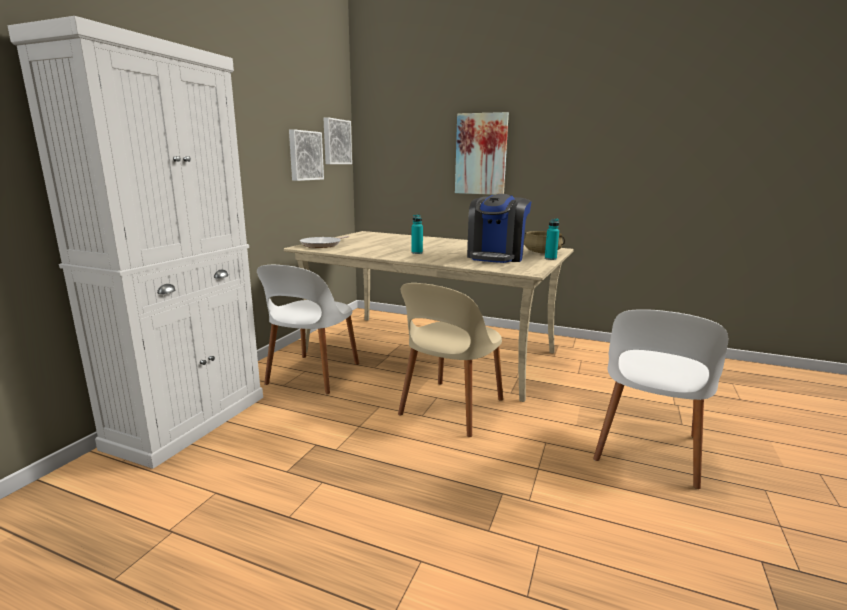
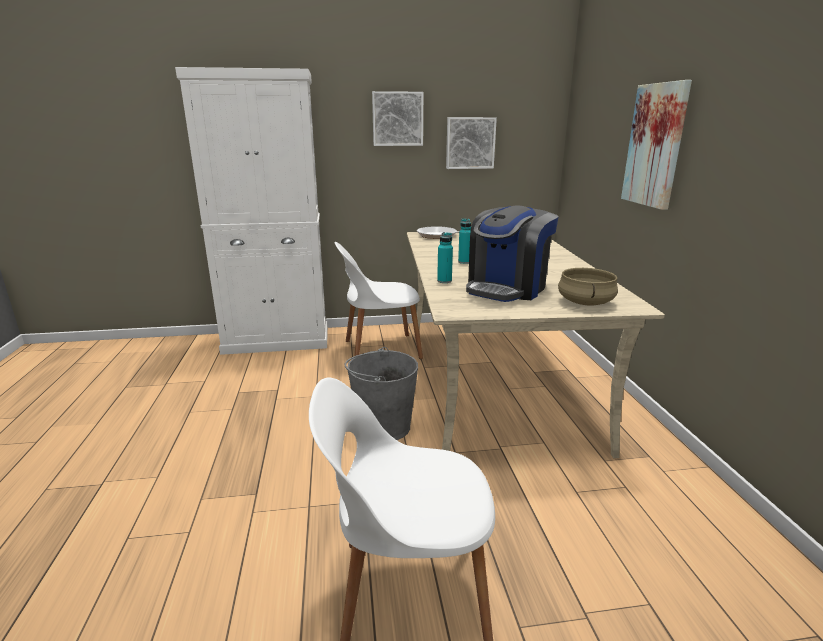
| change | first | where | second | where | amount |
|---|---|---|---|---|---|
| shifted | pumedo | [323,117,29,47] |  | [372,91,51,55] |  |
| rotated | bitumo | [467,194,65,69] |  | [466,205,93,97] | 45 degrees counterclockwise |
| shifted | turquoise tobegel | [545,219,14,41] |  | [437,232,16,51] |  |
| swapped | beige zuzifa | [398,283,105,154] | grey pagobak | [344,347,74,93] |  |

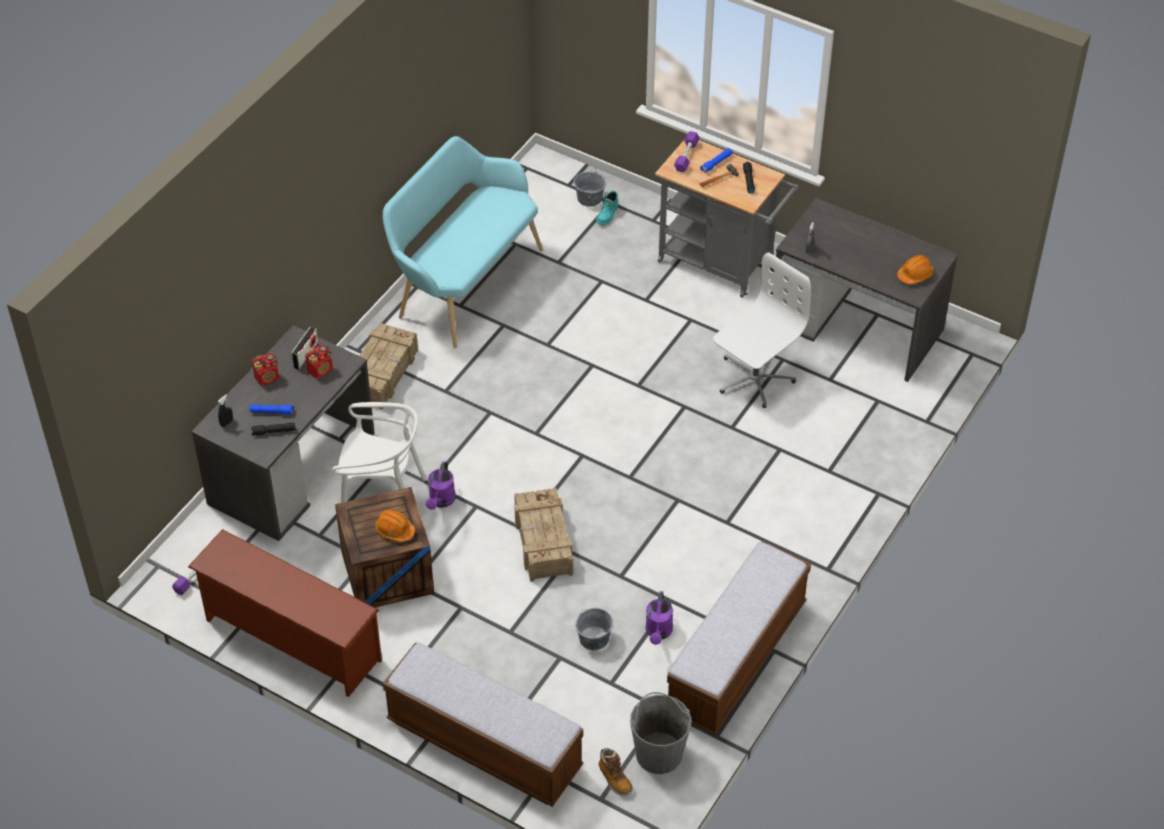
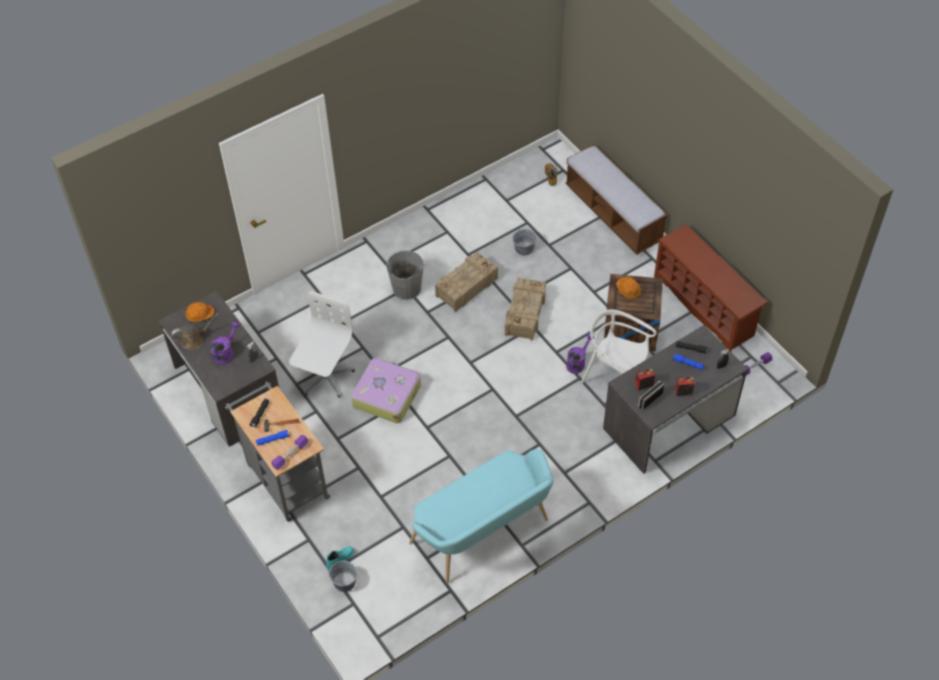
| change | first | where | second | where | amount |
|---|---|---|---|---|---|
| rotated | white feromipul | [713,253,98,155] |  | [289,291,66,107] | 135 degrees clockwise |
| shifted | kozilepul | [359,323,59,86] |  | [435,252,63,60] |  |
| gone | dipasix | [667,541,144,194] |  |  |  |
| shifted | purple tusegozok | [645,591,28,54] |  | [210,322,30,43] |  |
| shifted | grey pagobak | [630,692,61,82] |  | [386,251,38,49] |  |
| new |  |  | brown tusegozok | [171,313,48,37] |  |
| new |  |  | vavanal | [351,357,70,66] |  |

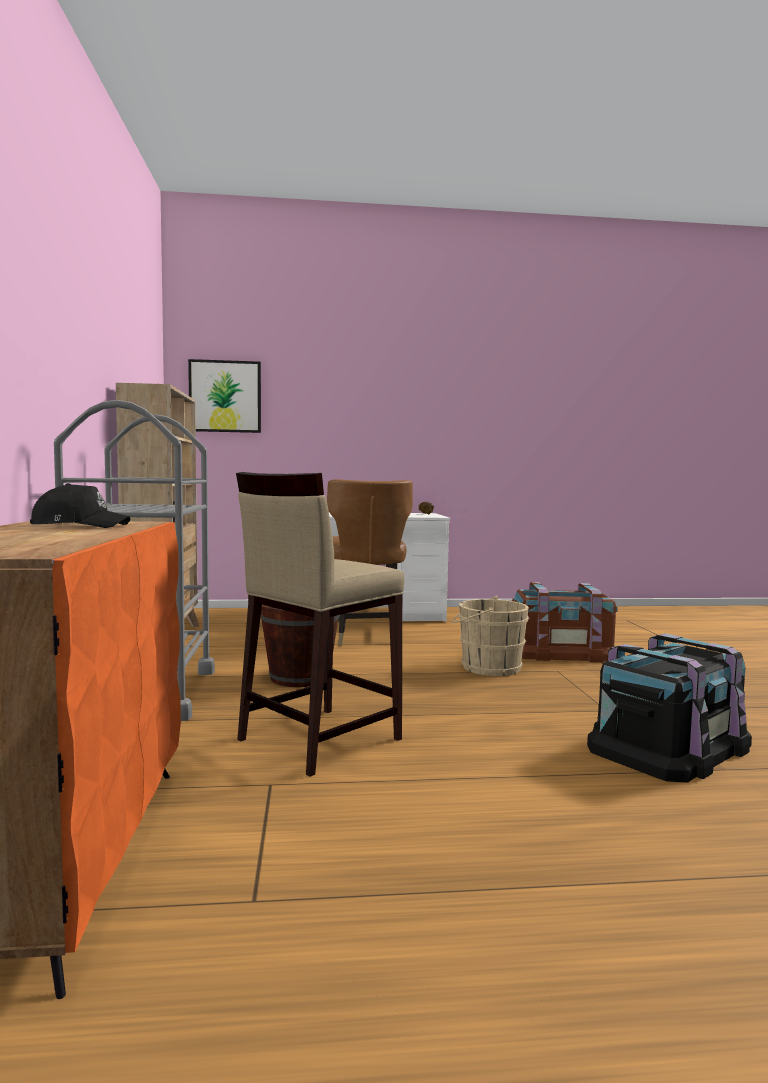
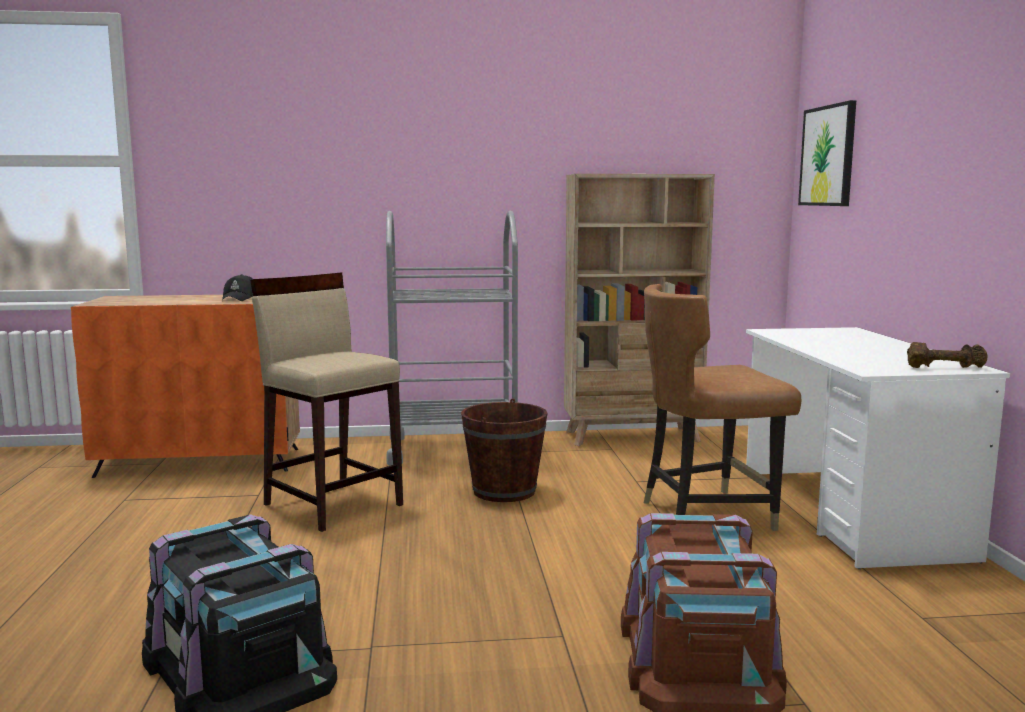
| change | first | where | second | where | amount |
|---|---|---|---|---|---|
| gone | beige pagobak | [452,596,77,80] |  |  |  |

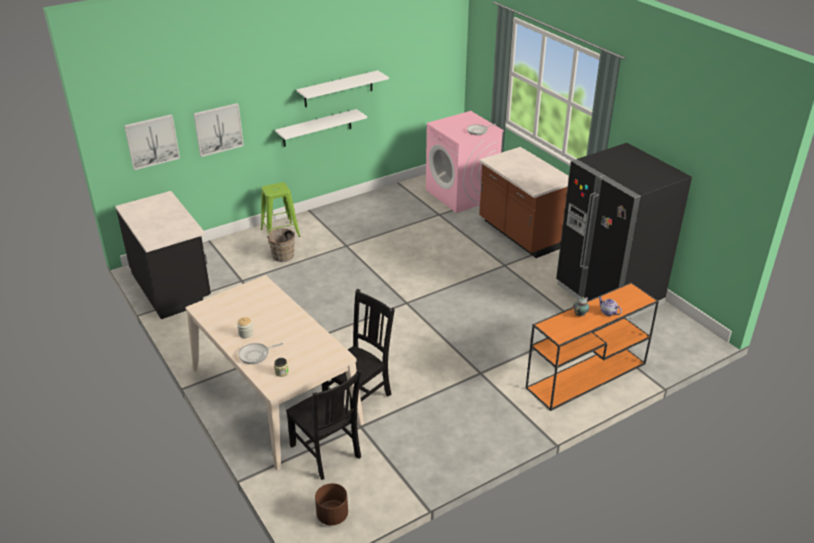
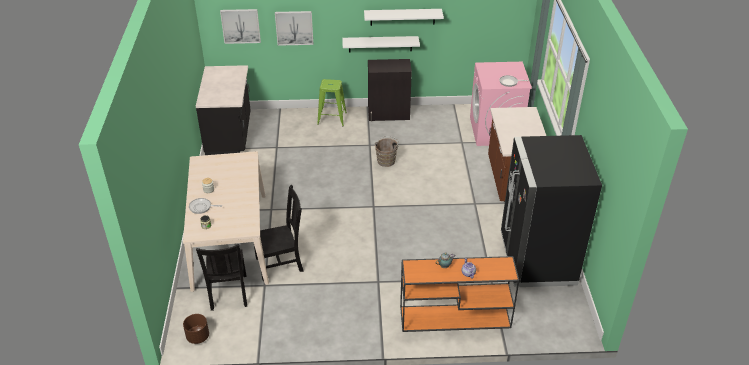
| change | first | where | second | where | amount |
|---|---|---|---|---|---|
| shifted | brown pagobak | [267,226,29,36] |  | [375,136,24,31] |  |
| new |  |  | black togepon | [368,59,44,62] |  |

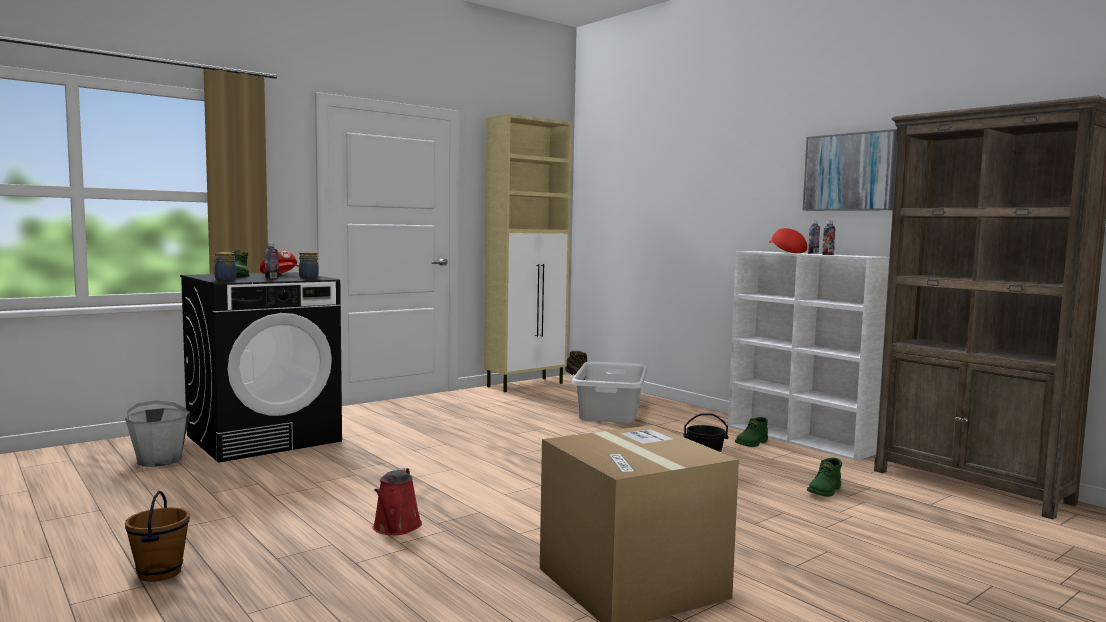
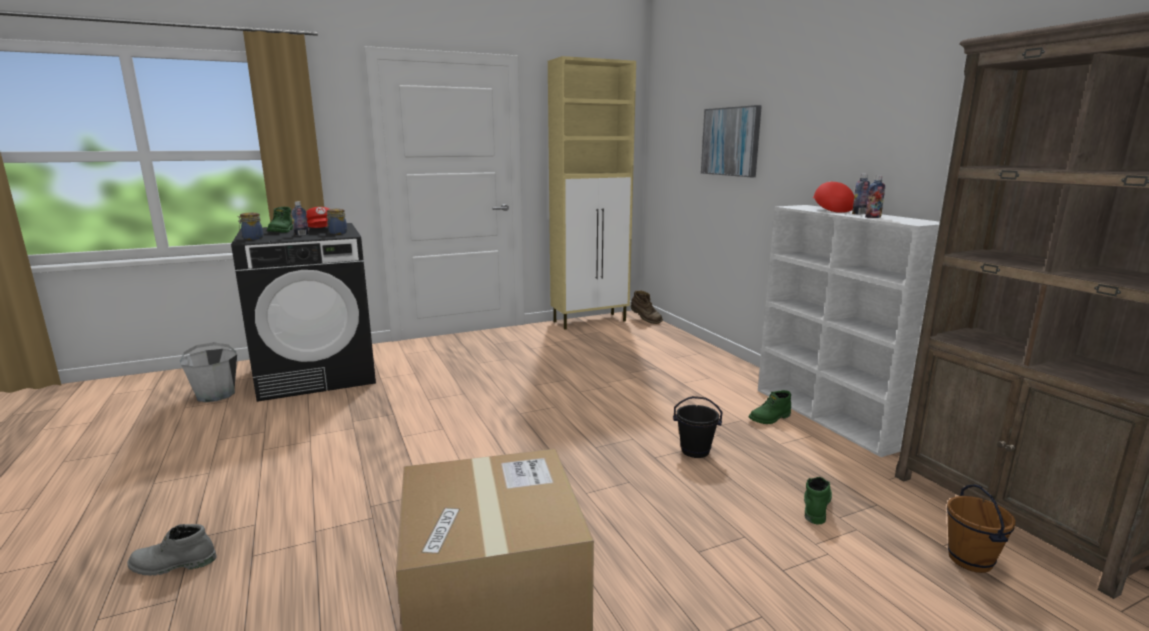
| change | first | where | second | where | amount |
|---|---|---|---|---|---|
| shifted | pumedo | [803,129,94,82] |  | [701,105,61,72] |  |
| gone | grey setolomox | [571,361,76,62] |  |  |  |
| rotated | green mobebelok | [807,458,35,39] |  | [804,477,28,48] | 150 degrees clockwise |
| gone | red tusegozok | [373,468,49,67] |  |  |  |
| shifted | brown pagobak | [125,491,65,91] |  | [947,484,69,89] |  |
| new |  |  | grey mobebelok | [127,524,90,52] |  |

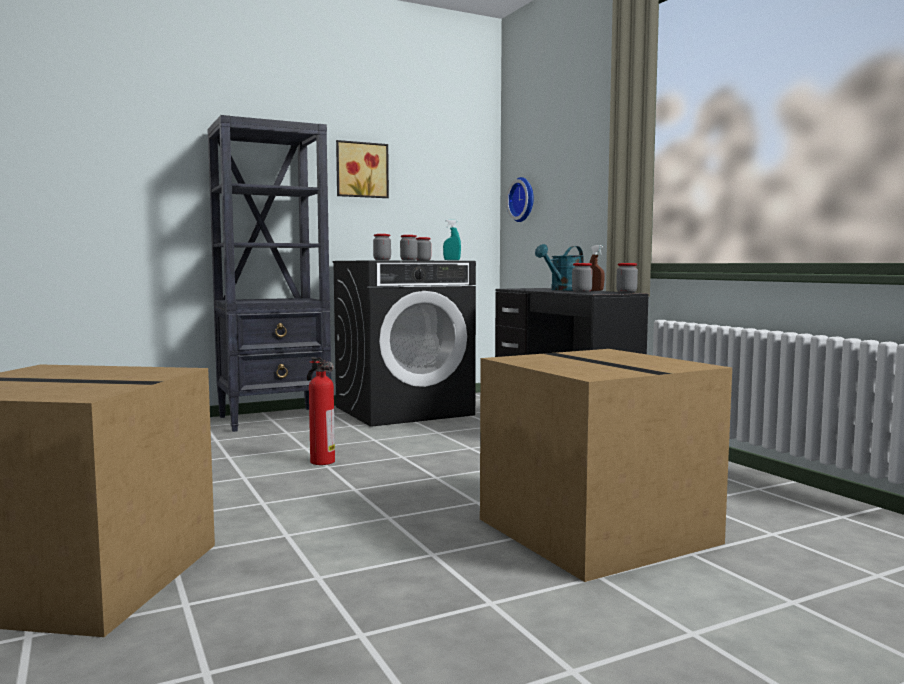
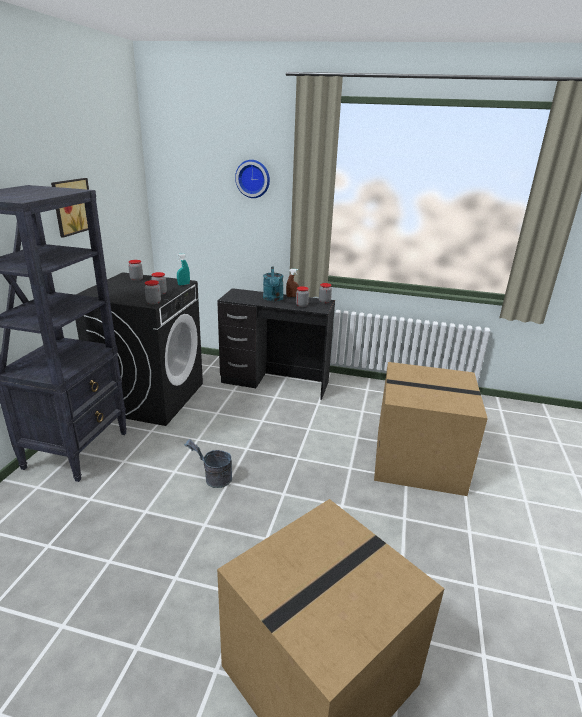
| change | first | where | second | where | amount |
|---|---|---|---|---|---|
| shifted | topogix | [506,177,28,45] |  | [235,160,35,38] |  |
| swapped | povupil | [307,357,28,108] | grey pagobak | [184,439,48,49] |  |

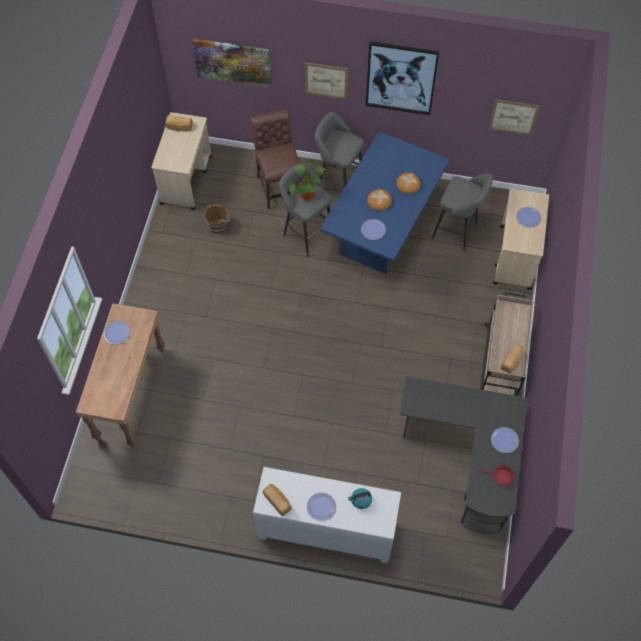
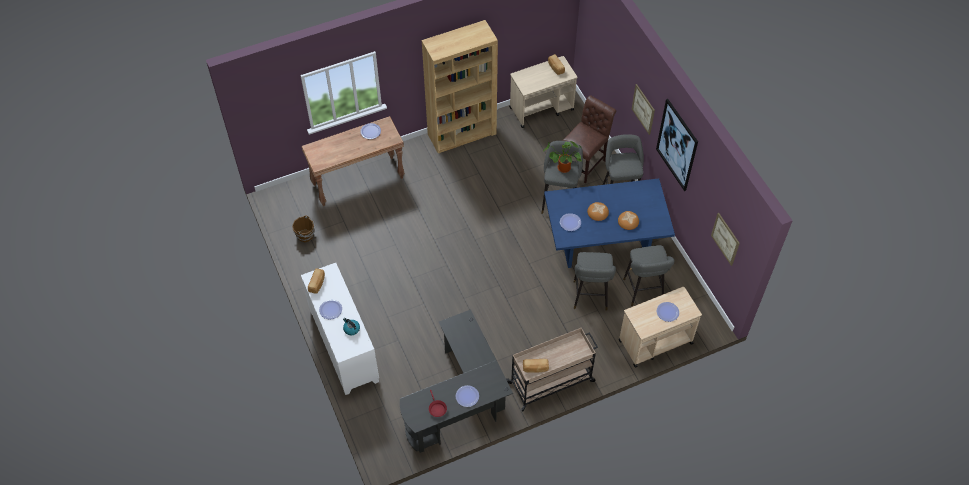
| change | first | where | second | where | amount |
|---|---|---|---|---|---|
| gone | pumedo | [192,38,80,50] |  |  |  |
| shifted | brown pagobak | [204,204,26,30] |  | [292,215,23,27] |  |
| new |  |  | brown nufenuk | [422,20,76,133] |  |
| new |  |  | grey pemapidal | [574,252,42,59] |  |

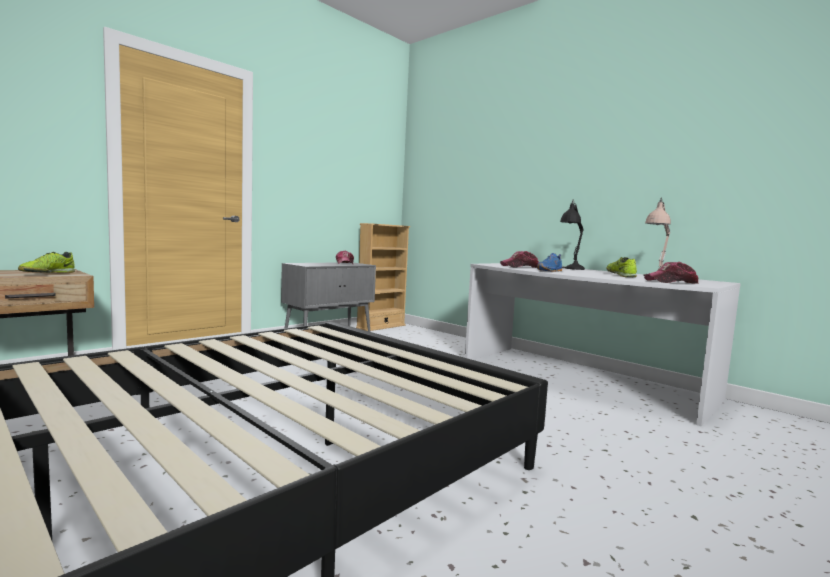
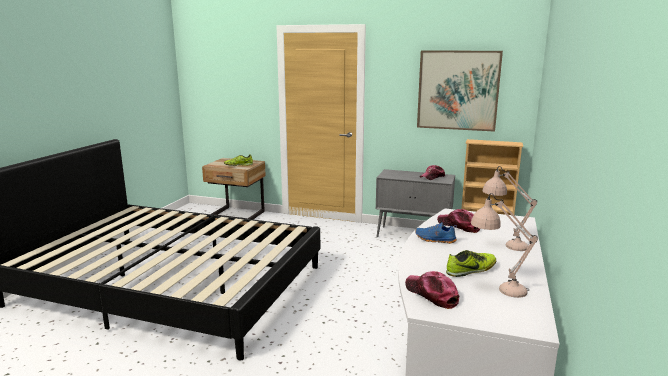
| change | first | where | second | where | amount |
|---|---|---|---|---|---|
| repainted | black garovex | [560,199,25,71] | beige garovex | [482,166,55,85] |  |
| new |  |  | pumedo | [417,50,86,82] |  |

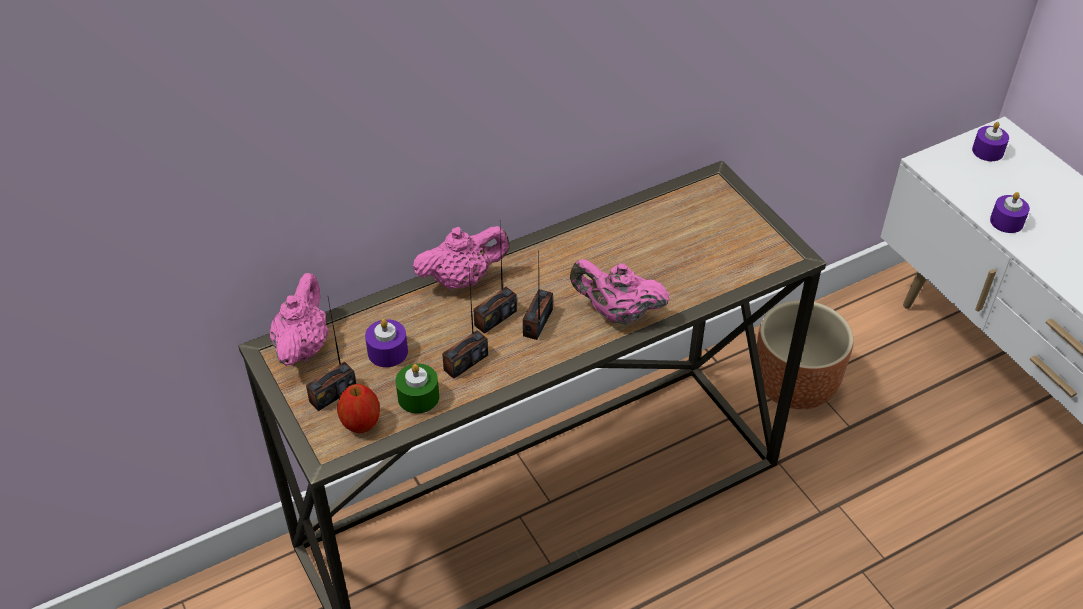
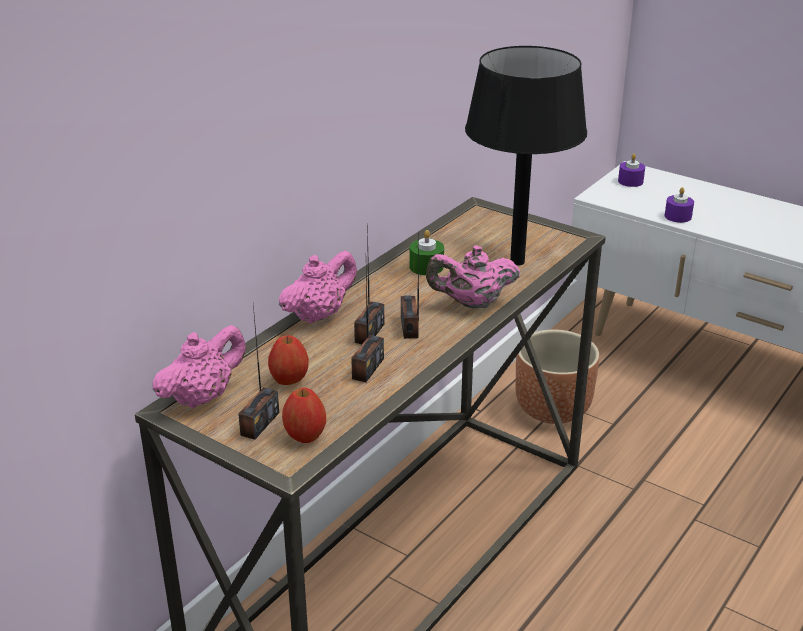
| change | first | where | second | where | amount |
|---|---|---|---|---|---|
| rotated | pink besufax | [269,273,60,93] |  | [153,325,93,83] | 60 degrees clockwise |
| swapped | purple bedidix | [365,319,43,48] | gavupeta | [268,335,41,50] |  |
| shifted | green bedidix | [395,364,44,50] |  | [409,230,35,46] |  |
| new |  |  | black garovex | [465,46,122,219] |  |

